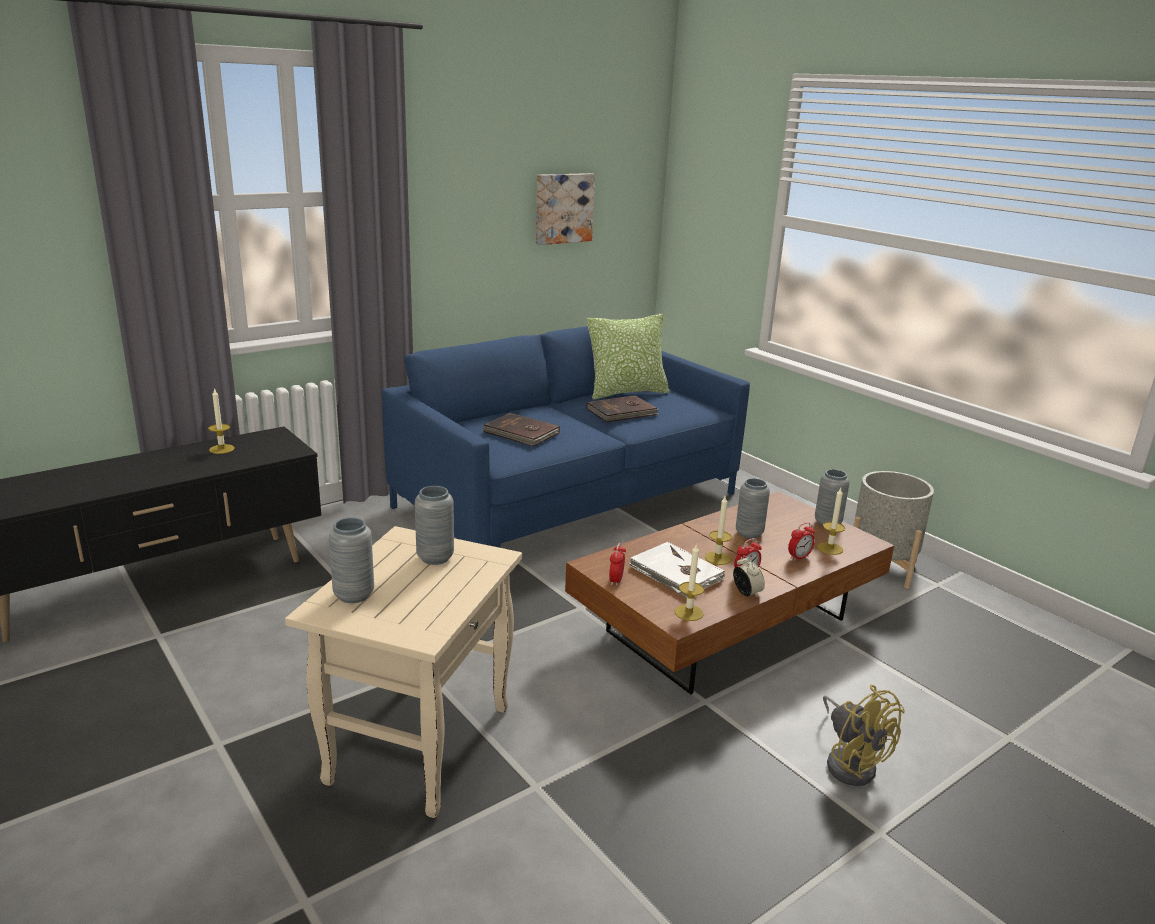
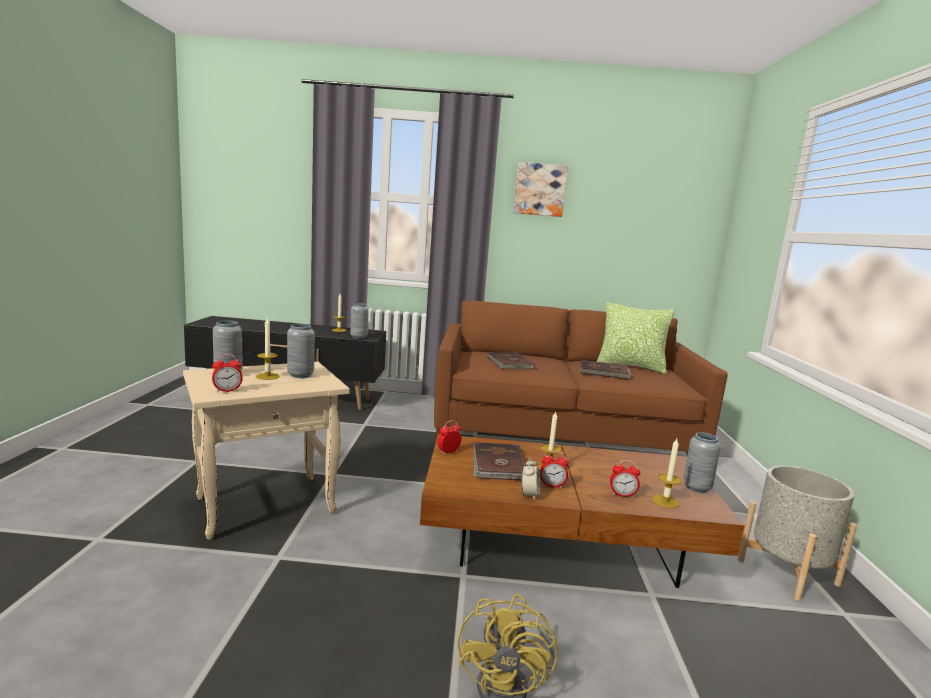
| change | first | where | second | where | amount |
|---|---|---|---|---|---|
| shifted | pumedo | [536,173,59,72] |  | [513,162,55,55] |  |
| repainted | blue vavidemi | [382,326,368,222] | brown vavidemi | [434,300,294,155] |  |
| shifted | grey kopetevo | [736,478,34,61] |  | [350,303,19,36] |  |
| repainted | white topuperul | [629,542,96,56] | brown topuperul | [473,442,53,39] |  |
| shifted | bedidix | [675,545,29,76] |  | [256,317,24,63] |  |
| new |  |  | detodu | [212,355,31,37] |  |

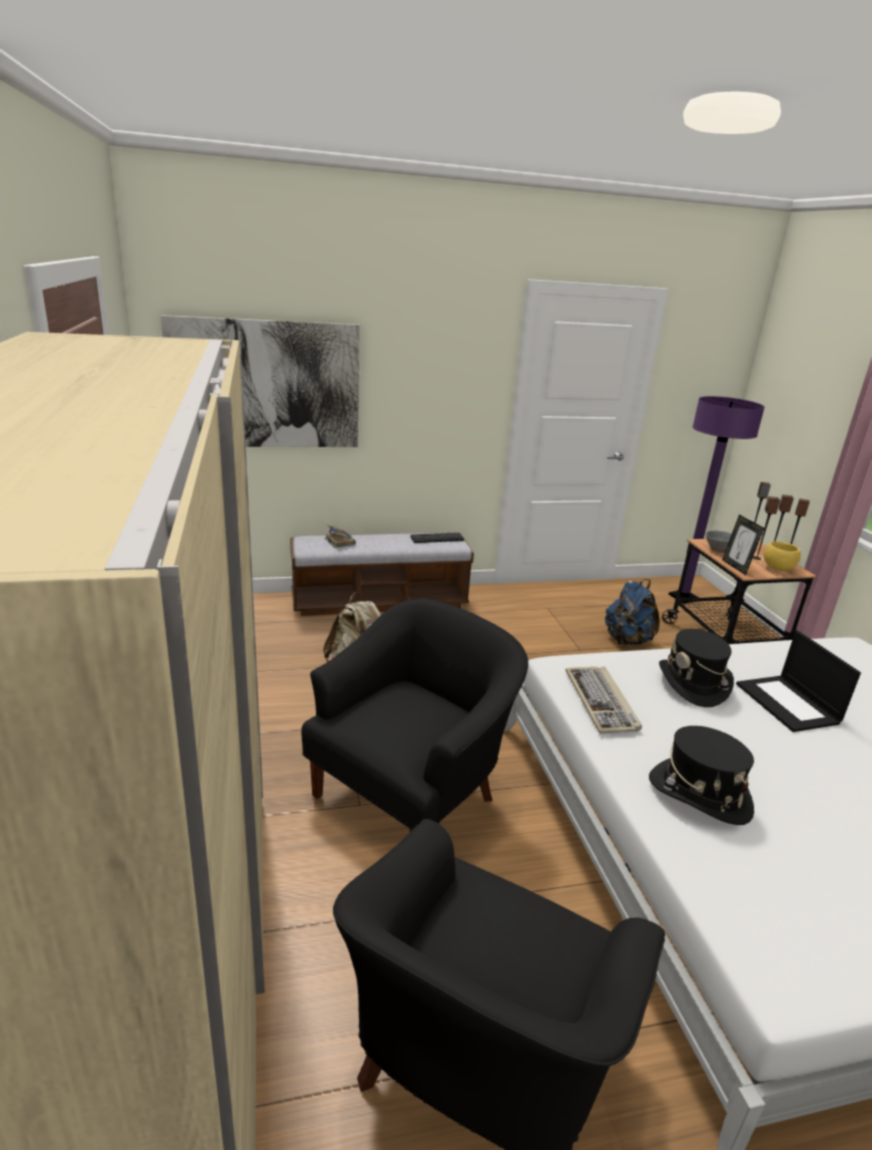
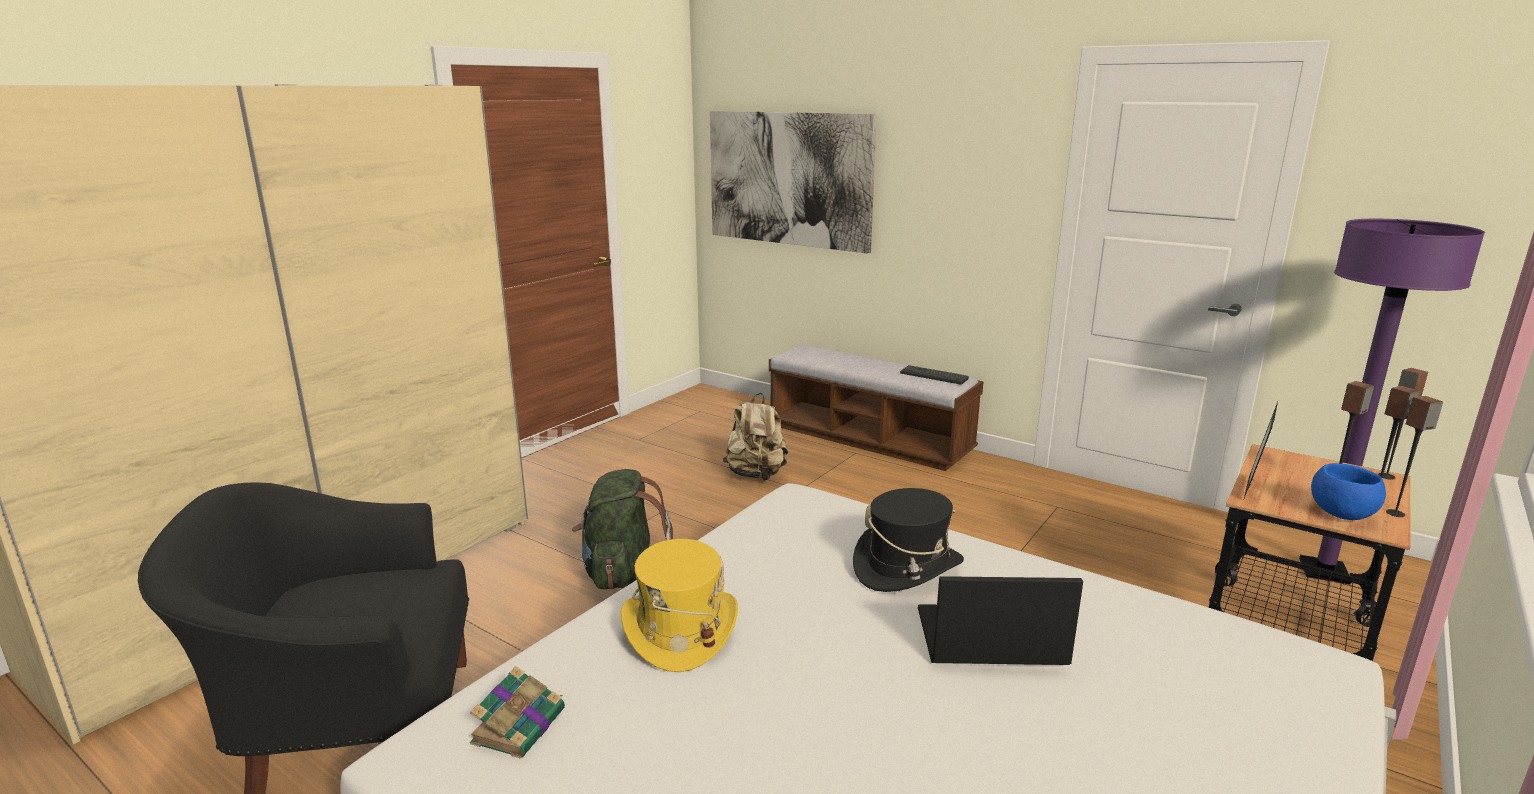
| change | first | where | second | where | amount |
|---|---|---|---|---|---|
| shifted | topuperul | [325,524,31,24] |  | [470,666,95,93] |  |
| gone | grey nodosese | [706,531,26,22] |  |  |  |
| repainted | yellow nodosese | [764,541,37,30] | blue nodosese | [1311,463,75,57] |  |
| gone | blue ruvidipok | [605,579,55,67] |  |  |  |
| swapped | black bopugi | [301,598,227,234] | green ruvidipok | [572,469,101,120] |  |
| rotated | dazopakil | [736,630,125,102] |  | [918,576,165,89] | 60 degrees clockwise |
| gone | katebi | [565,667,77,67] |  |  |  |
| repainted | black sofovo | [649,726,105,99] | yellow sofovo | [621,539,117,133] |  |

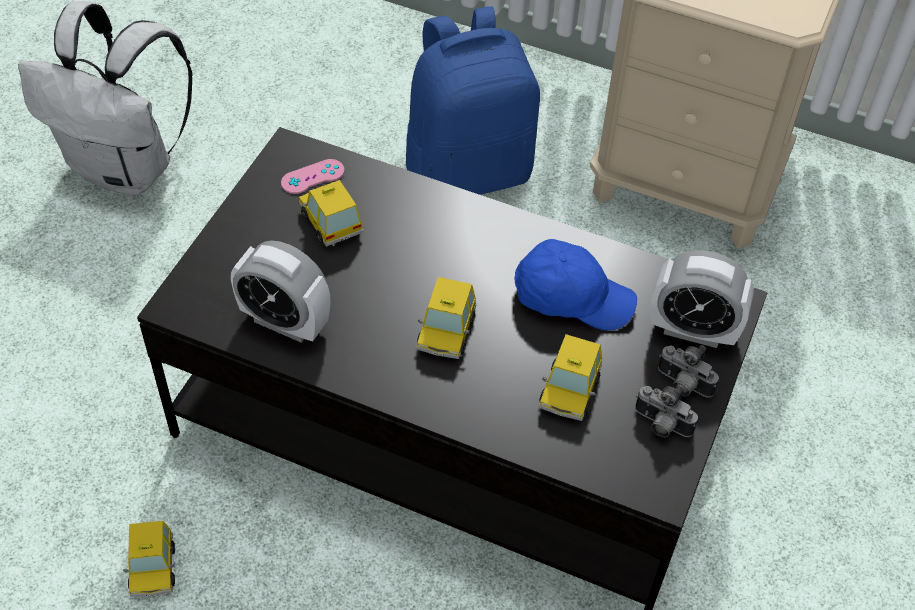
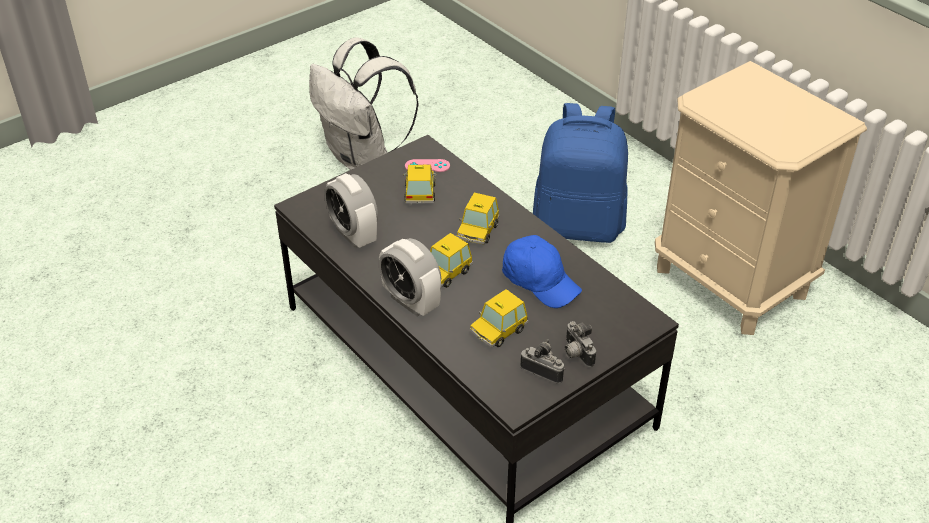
| change | first | where | second | where | amount |
|---|---|---|---|---|---|
| shifted | detodu | [650,250,104,98] |  | [379,238,62,79] |  |
| rotated | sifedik | [635,385,63,52] |  | [520,339,45,45] | 150 degrees clockwise |
| shifted | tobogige | [123,521,52,76] |  | [457,193,42,51] |  |

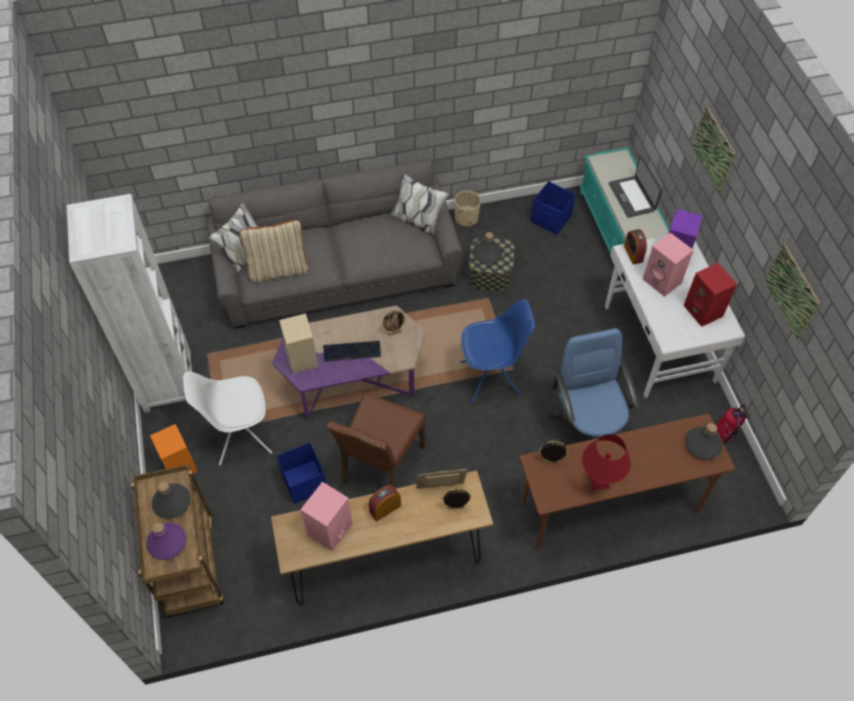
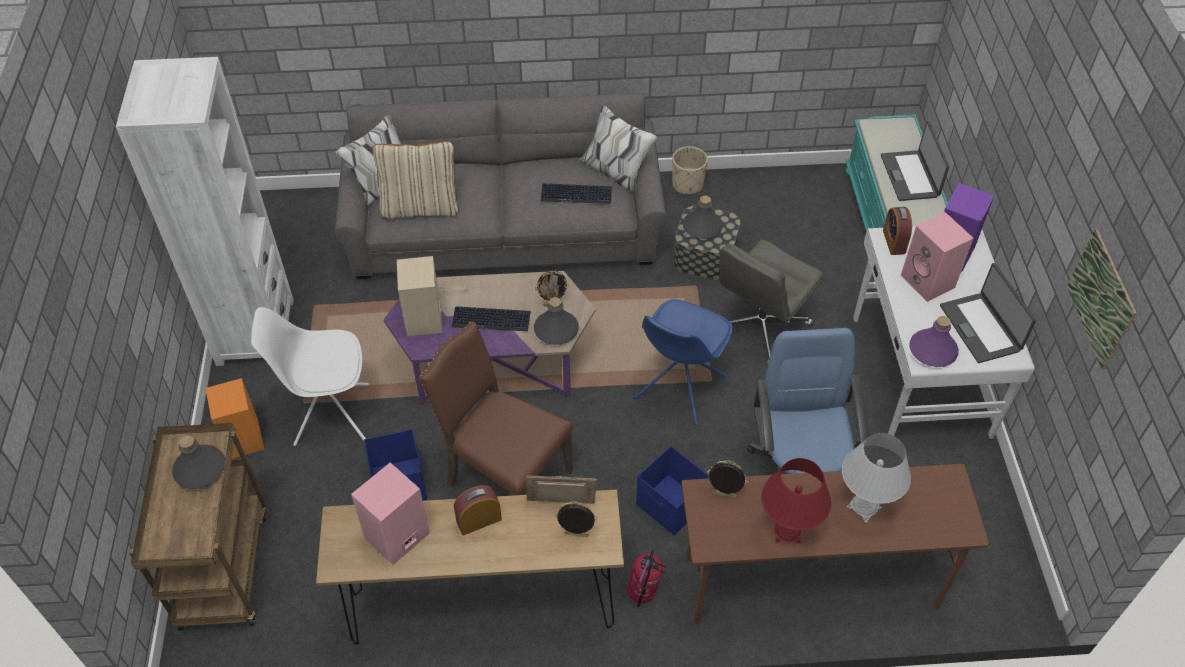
| change | first | where | second | where | amount |
|---|---|---|---|---|---|
| gone | pumedo | [693,106,43,88] |  |  |  |
| shifted | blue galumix | [530,181,46,53] |  | [636,446,73,89] |  |
| swapped | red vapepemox | [683,263,54,64] | dazopakil | [940,263,96,100] |  |
| rotated | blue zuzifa | [461,299,75,105] |  | [635,299,98,126] | 120 degrees clockwise |
| rotated | brown zuzifa | [327,392,99,95] |  | [418,322,155,174] | 90 degrees clockwise |
| shifted | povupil | [716,404,34,40] |  | [627,550,40,57] |  |
| shifted | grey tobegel | [685,423,38,37] |  | [534,297,45,48] |  |
| shifted | purple tobegel | [146,523,40,37] |  | [909,316,50,51] |  |
| new |  |  | katebi | [541,183,71,21] |  |
| new |  |  | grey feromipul | [719,240,104,128] |  |
| new |  |  | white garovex | [842,433,69,90] |  |

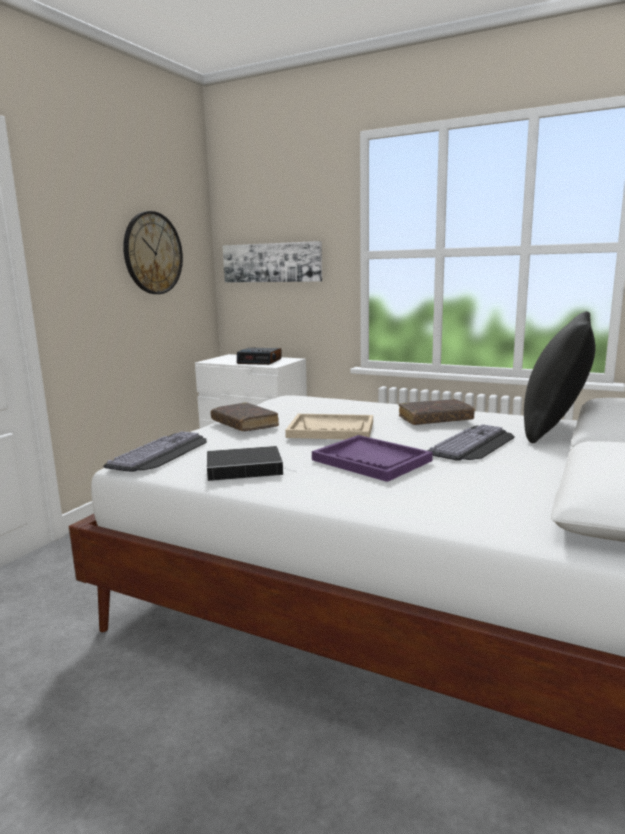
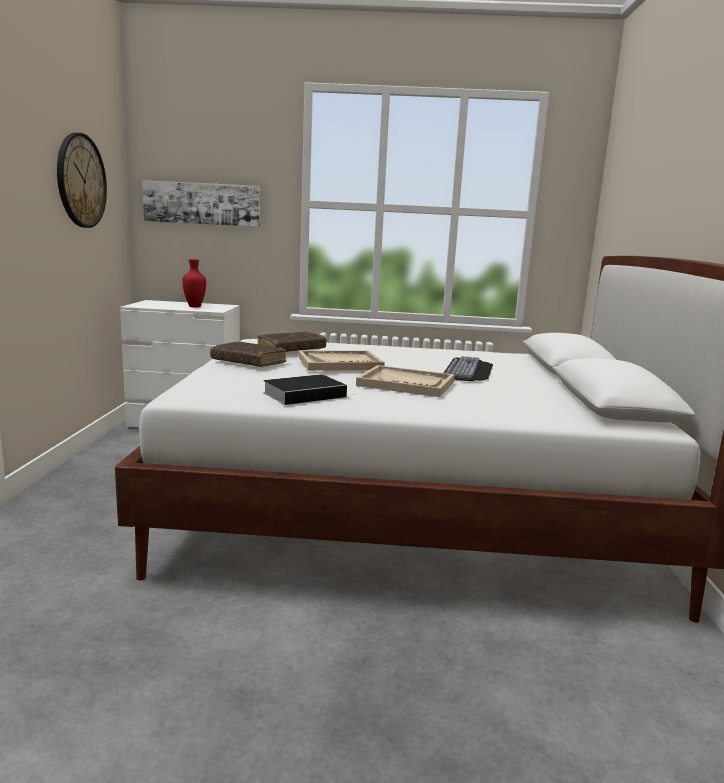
| change | first | where | second | where | amount |
|---|---|---|---|---|---|
| gone | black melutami | [524,311,71,132] |  |  |  |
| swapped | detodu | [237,347,45,18] | red kopetevo | [182,259,24,48] |  |
| shifted | brown topuperul | [399,399,76,26] |  | [257,331,70,21] |  |
| gone | katebi | [103,431,104,41] |  |  |  |
| repainted | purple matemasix | [312,435,121,47] | beige matemasix | [356,365,99,32] |  |

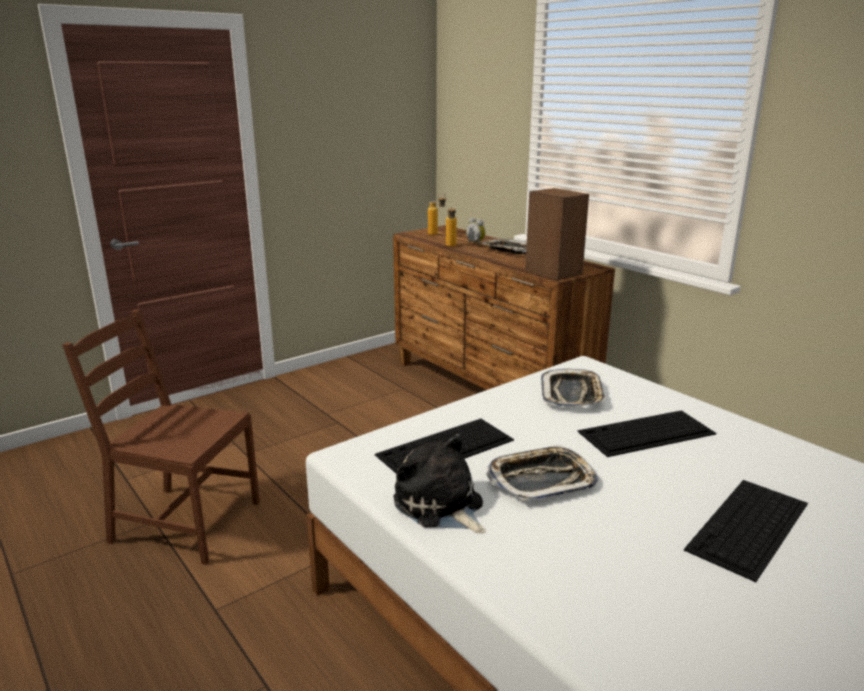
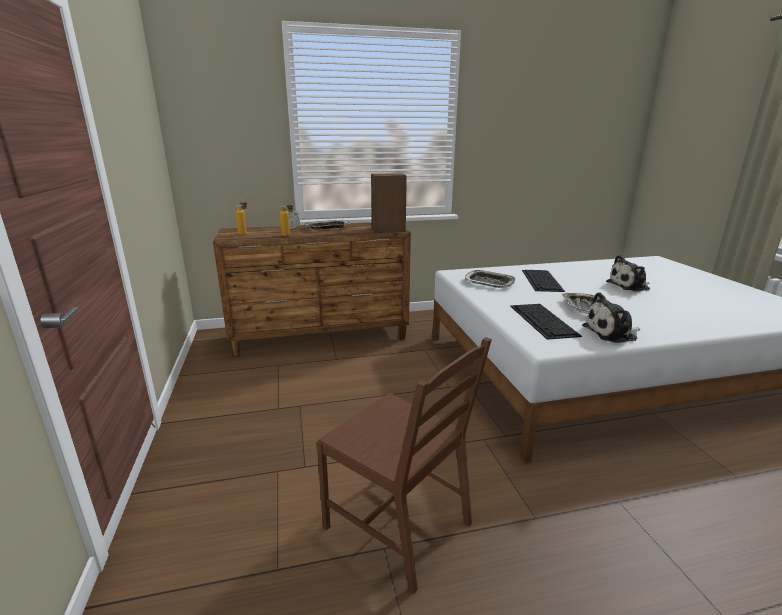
| change | first | where | second | where | amount |
|---|---|---|---|---|---|
| rotated | brown zuzifa | [62,310,198,255] |  | [317,337,175,257] | 90 degrees counterclockwise |
| swapped | katebi | [684,480,124,102] | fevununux | [606,255,44,37] |  |

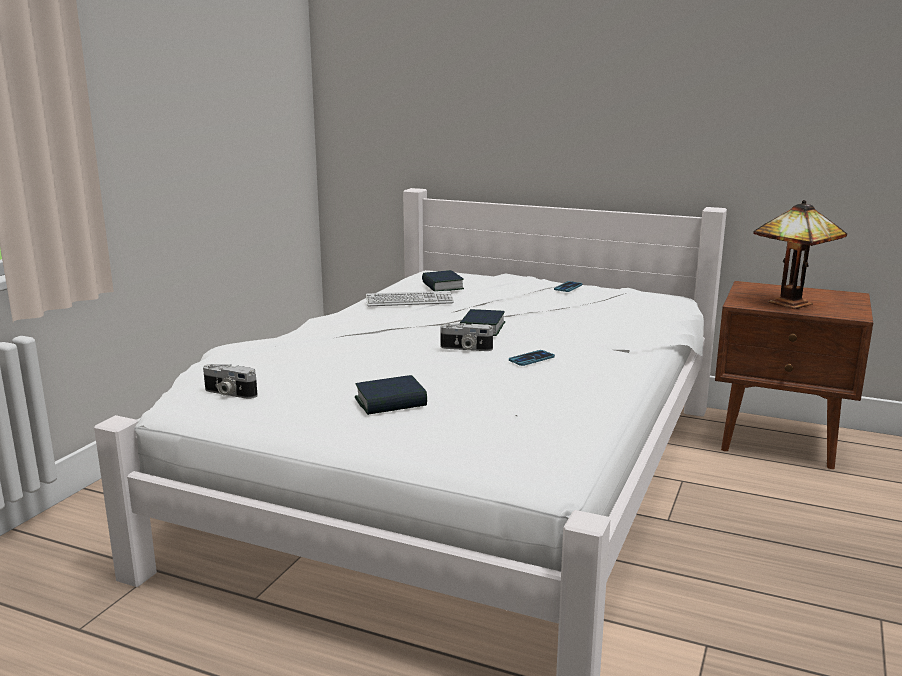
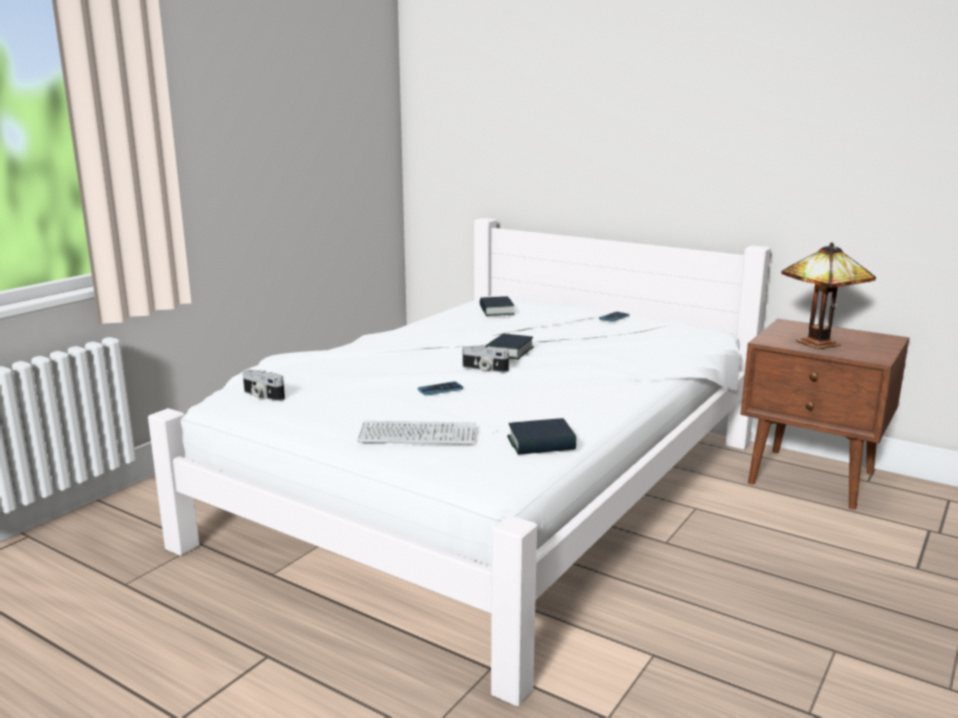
| change | first | where | second | where | amount |
|---|---|---|---|---|---|
| shifted | katebi | [366,291,88,15] |  | [357,421,119,23] |  |
| shifted | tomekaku | [509,350,46,16] |  | [418,381,45,15] |  |
| shifted | topuperul | [355,375,72,40] |  | [507,418,70,37] |  |

